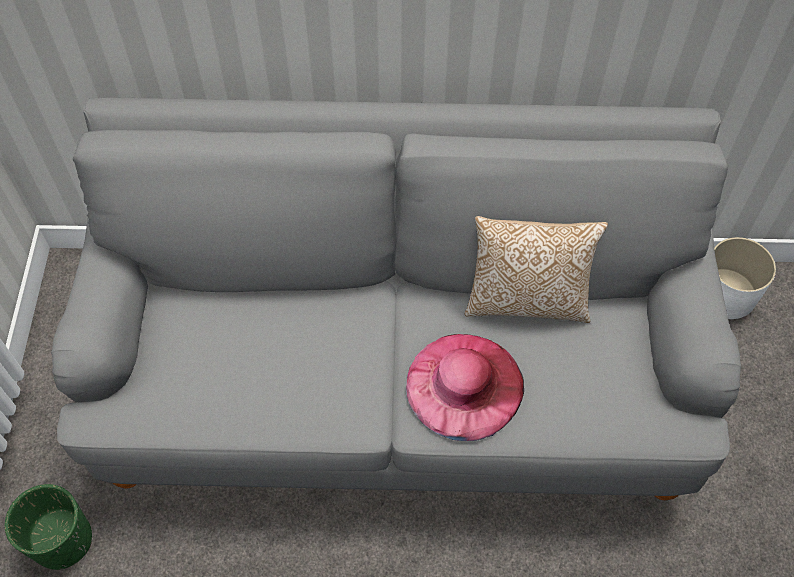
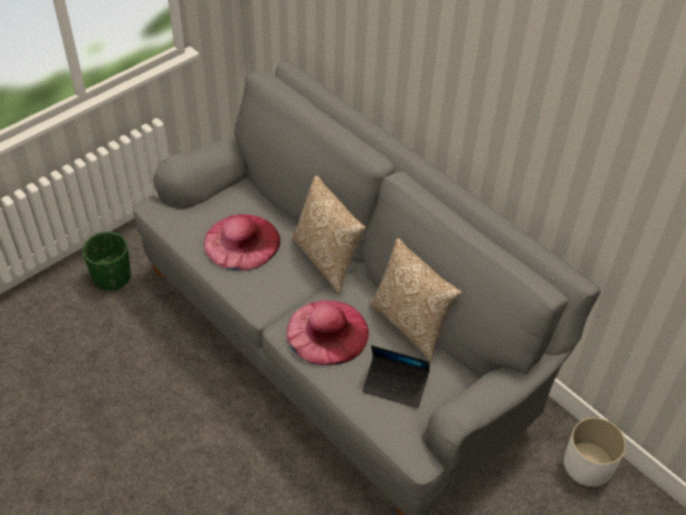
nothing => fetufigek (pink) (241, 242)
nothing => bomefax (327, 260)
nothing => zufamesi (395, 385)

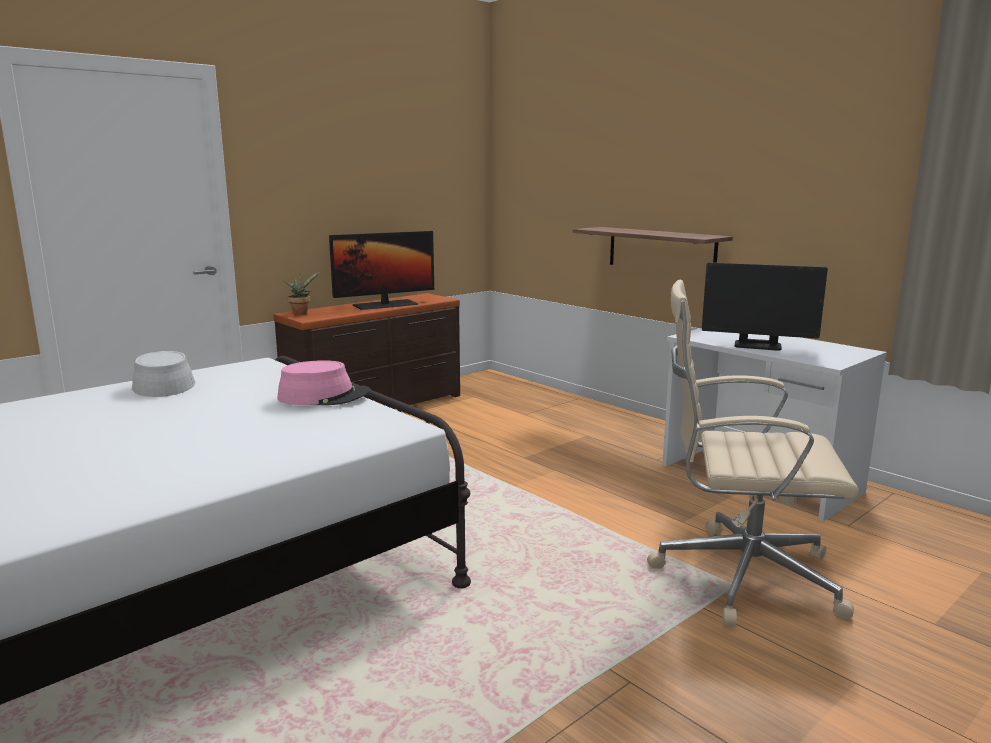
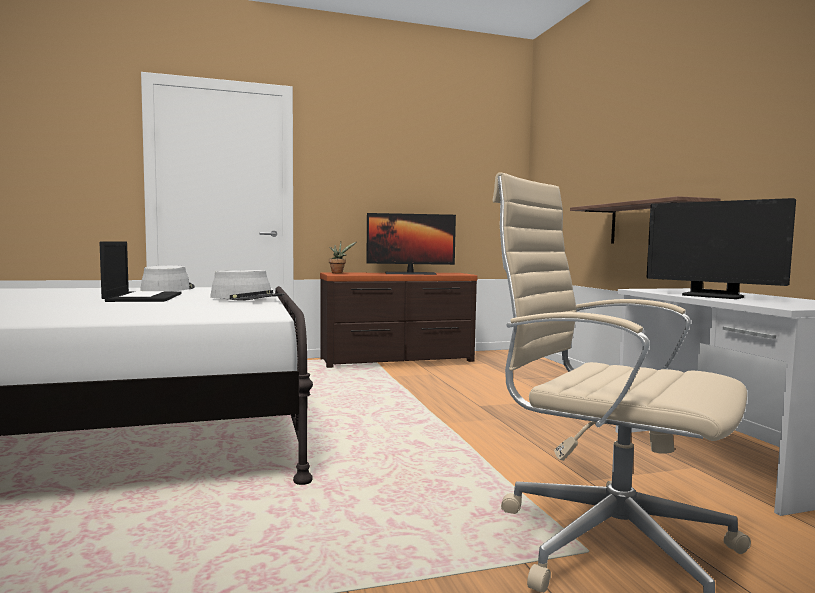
fetufigek (pink) (324, 396) => fetufigek (grey) (247, 298)
nothing => zufamesi (143, 297)

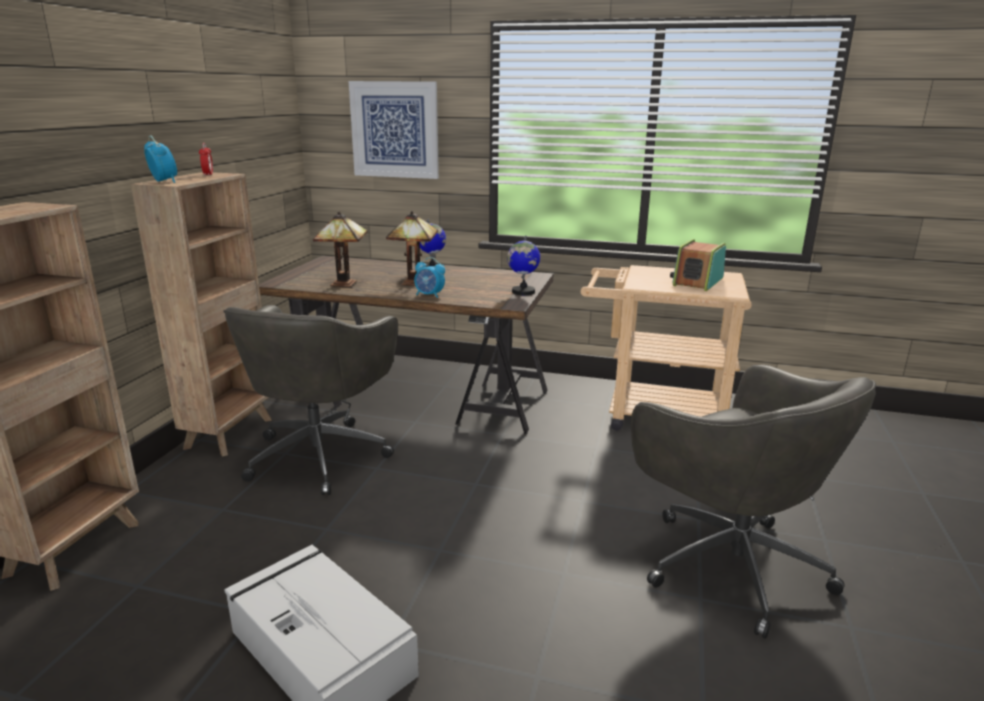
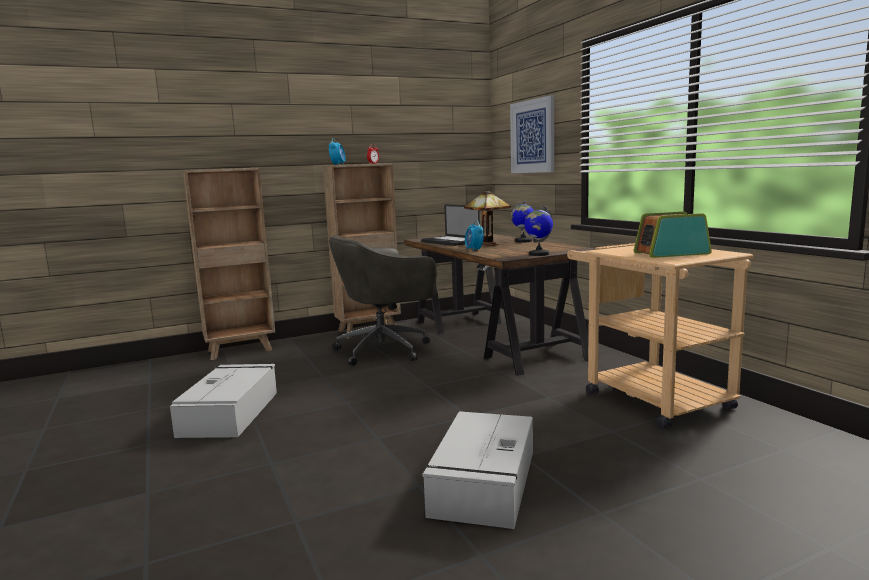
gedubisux (346, 283) => zufamesi (450, 242)
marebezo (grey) (729, 563) => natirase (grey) (483, 483)

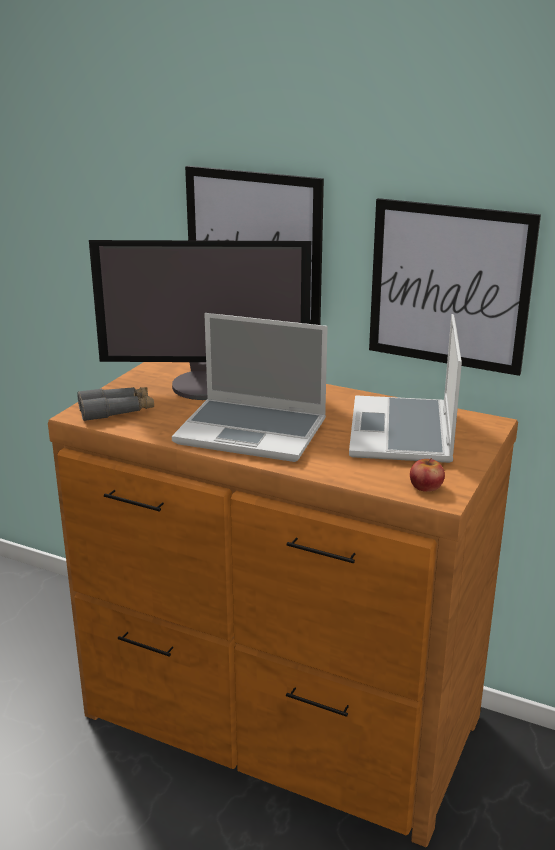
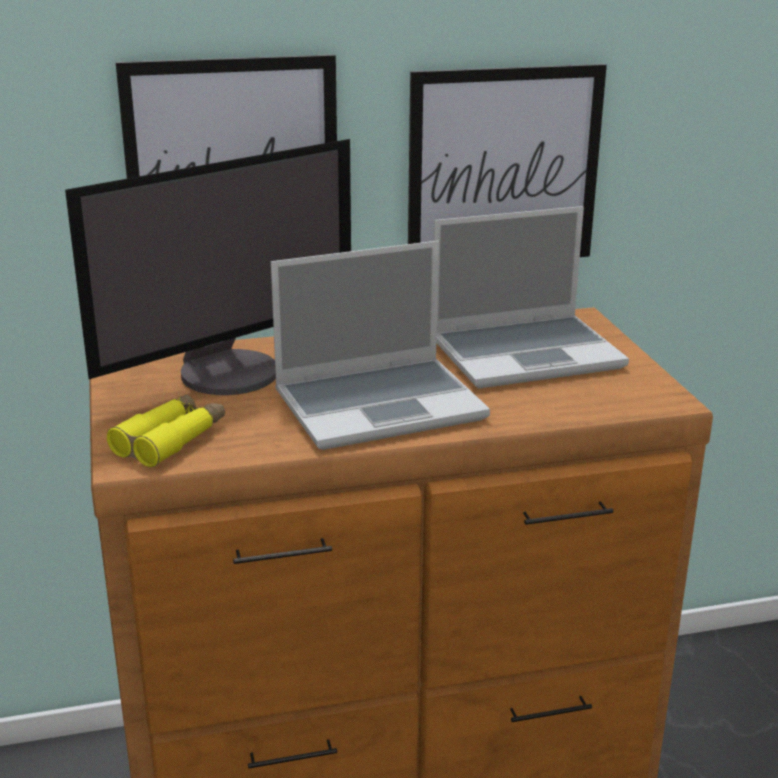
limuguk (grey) (116, 411) => limuguk (yellow) (170, 440)
zufamesi (403, 433) => zufamesi (527, 353), 75 degrees counterclockwise
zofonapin (426, 486) => nothing

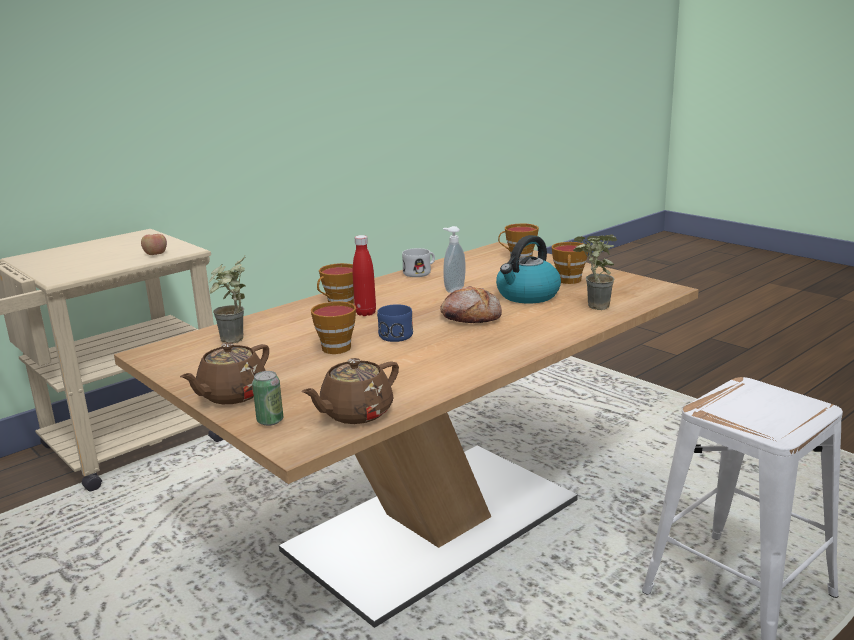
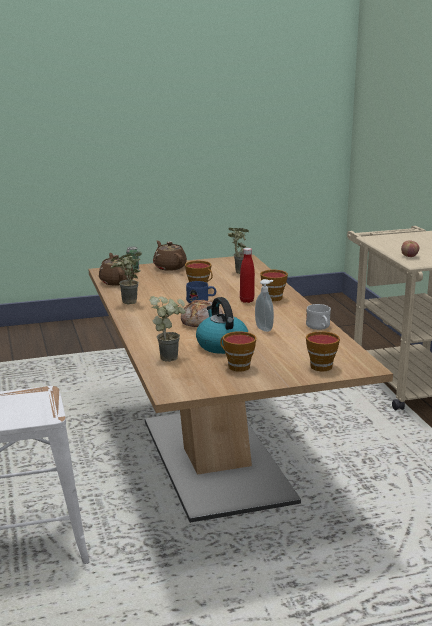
nothing => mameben (126, 303)

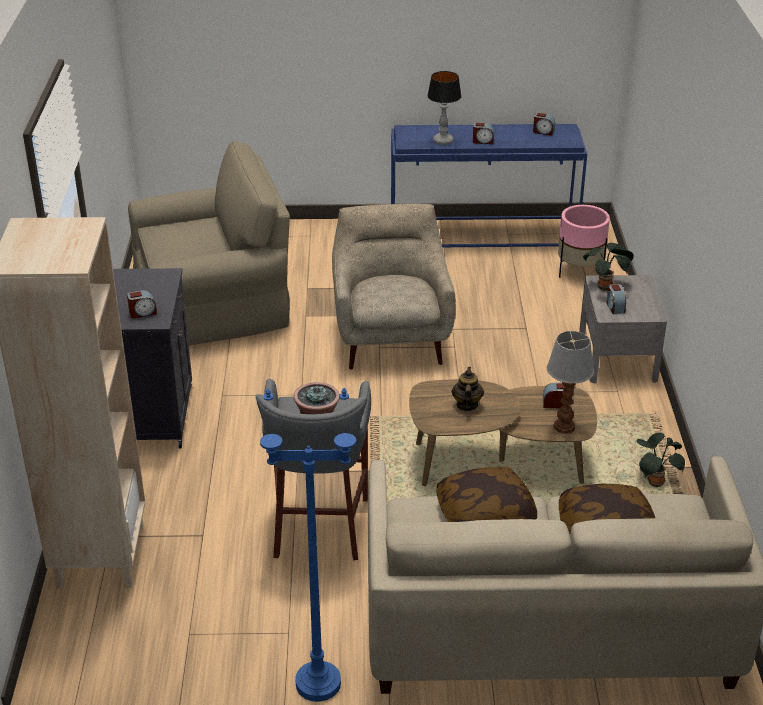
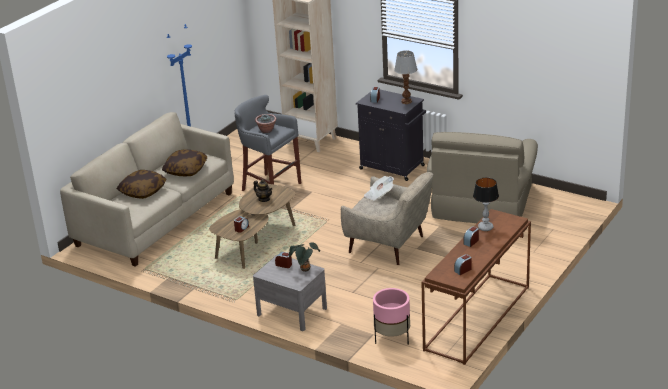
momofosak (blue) (484, 233) => momofosak (brown) (478, 319)
gedubisux (564, 426) => gedubisux (406, 102), move
mameben (654, 482) => nothing
nothing => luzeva (379, 195)

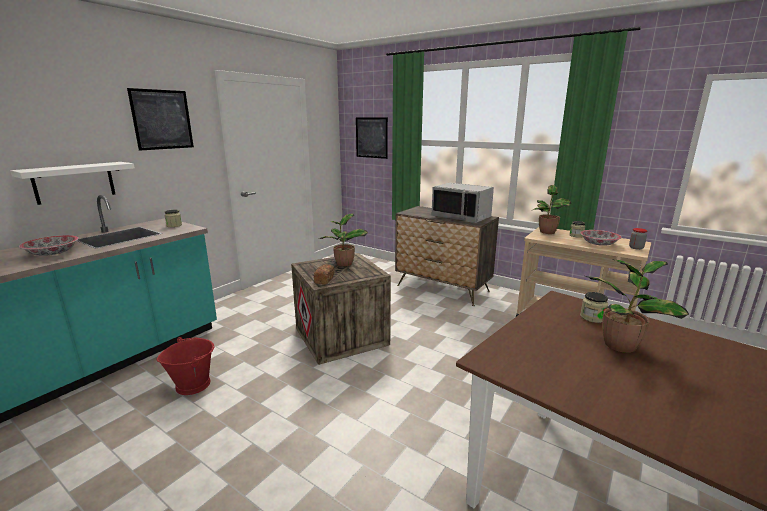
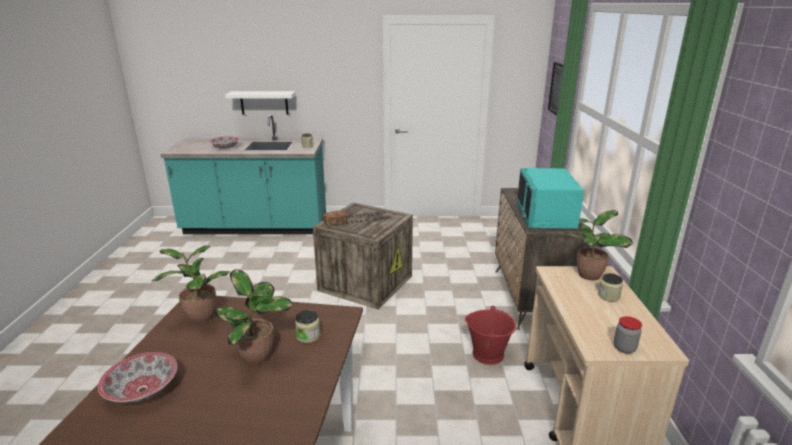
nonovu (162, 119) => nothing
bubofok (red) (193, 384) => bubofok (red) (488, 354), move
mameben (343, 264) => mameben (199, 316), move
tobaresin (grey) (461, 217) => tobaresin (turquoise) (546, 217)
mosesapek (599, 244) => mosesapek (142, 390), move

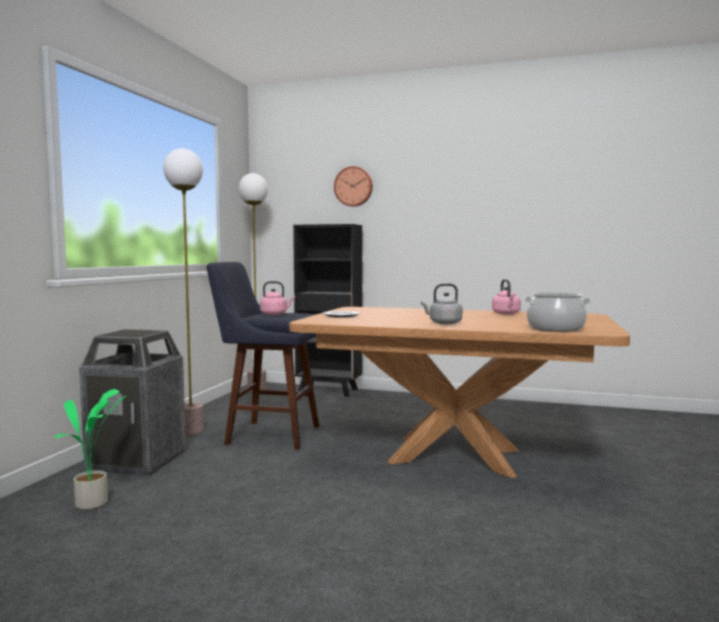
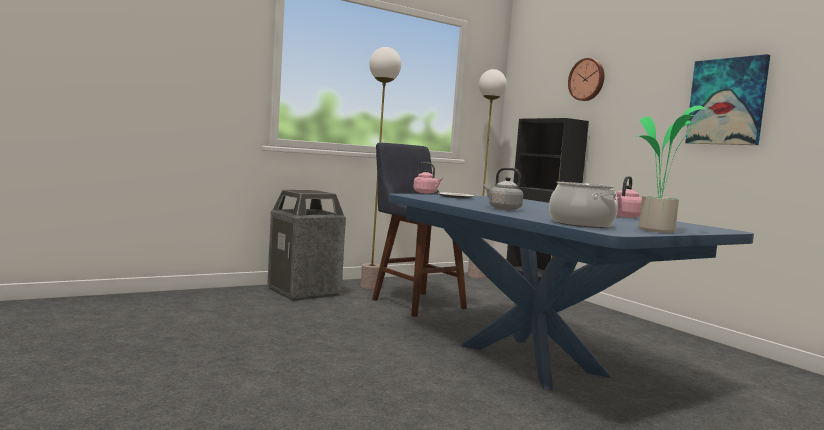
mameben (94, 504) => mameben (659, 231), move
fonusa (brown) (454, 456) => fonusa (blue) (531, 359)
nothing => nonovu (727, 101)

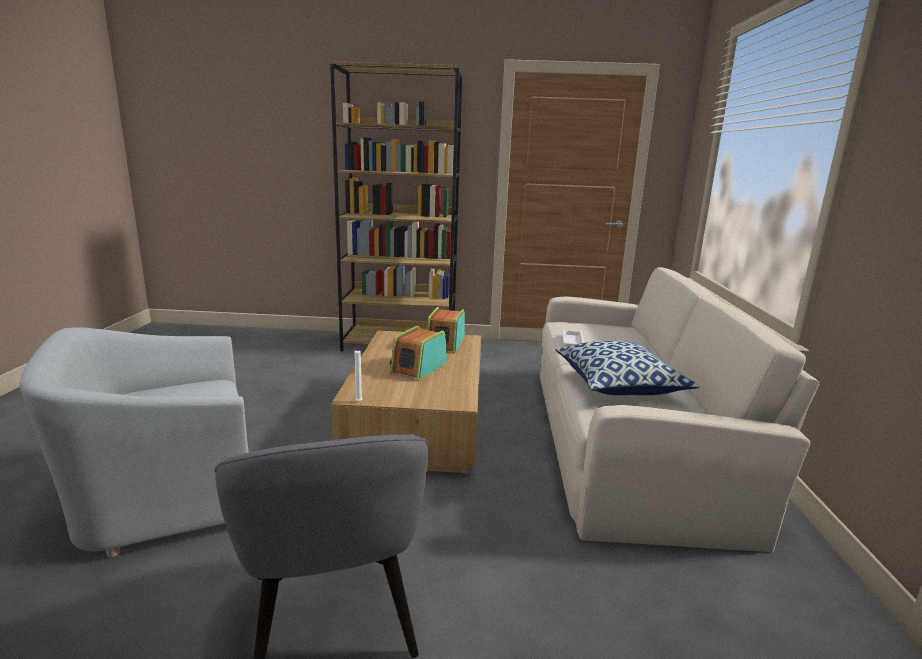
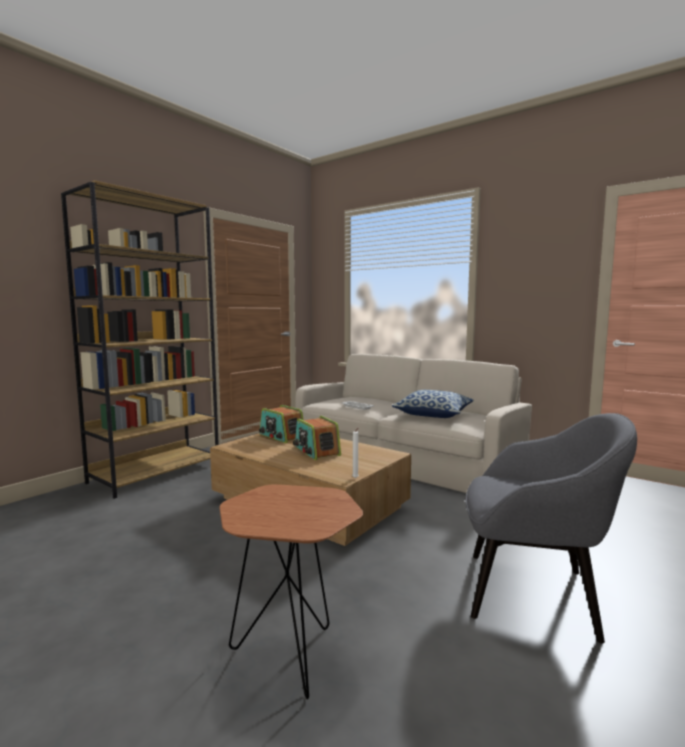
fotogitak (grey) (166, 494) => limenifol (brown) (292, 657)

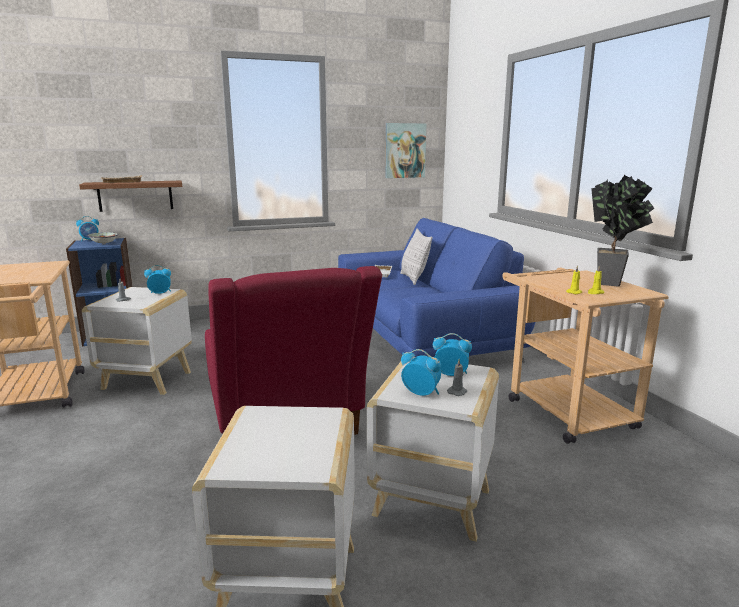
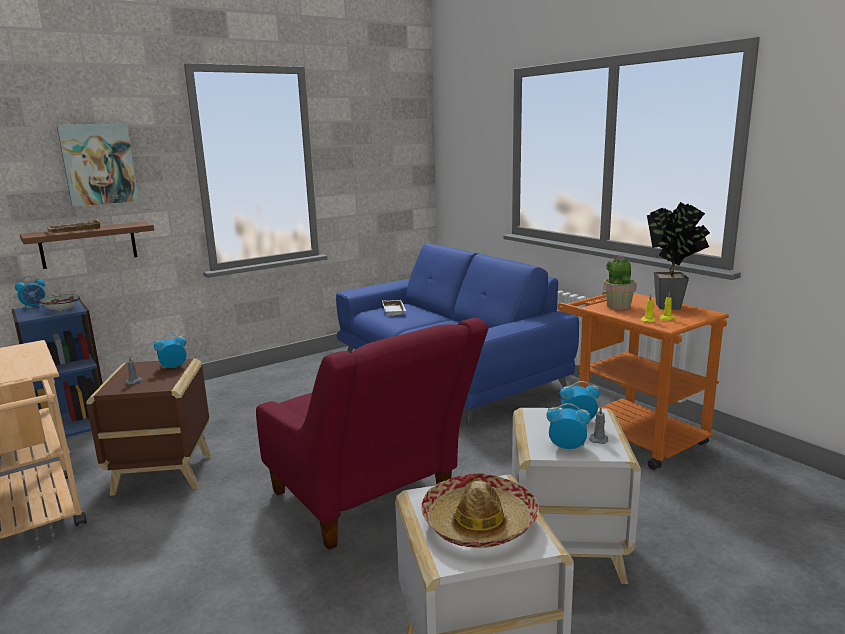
limenifol (white) (145, 380) => limenifol (brown) (161, 474)
nonovu (405, 150) => nonovu (99, 164), move
bomefax (414, 279) => nothing
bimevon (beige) (563, 409) => bimevon (orange) (630, 434)
nothing => fetufigek (479, 522)
nothing => mameben (618, 306)

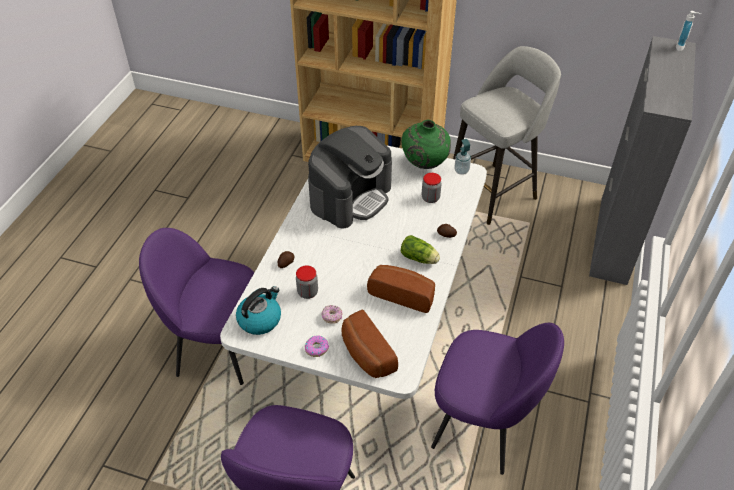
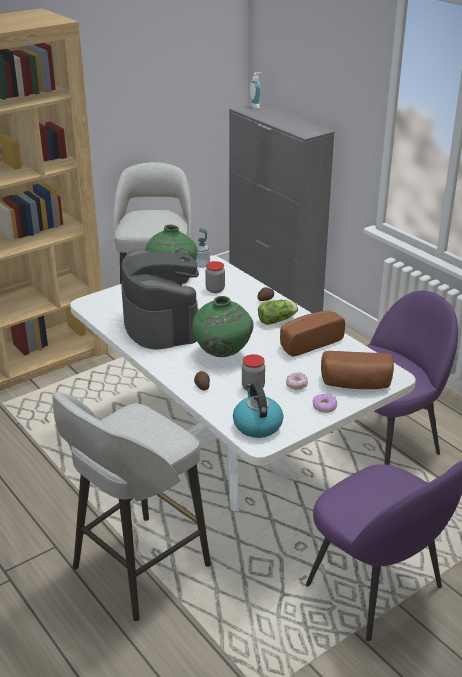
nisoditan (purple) (218, 346) => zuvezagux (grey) (138, 568)
nothing => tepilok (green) (223, 355)

